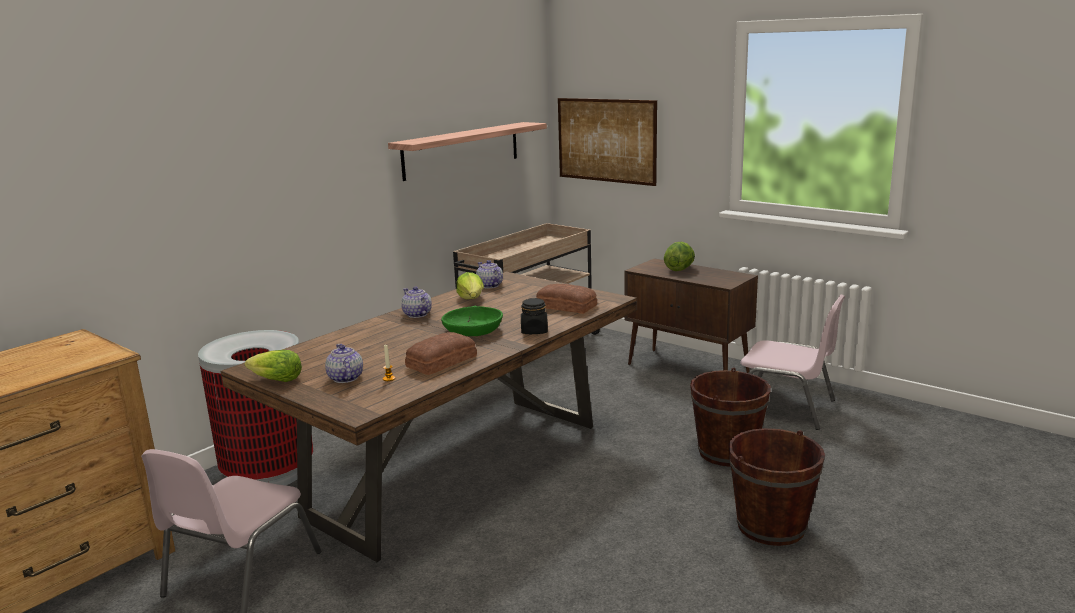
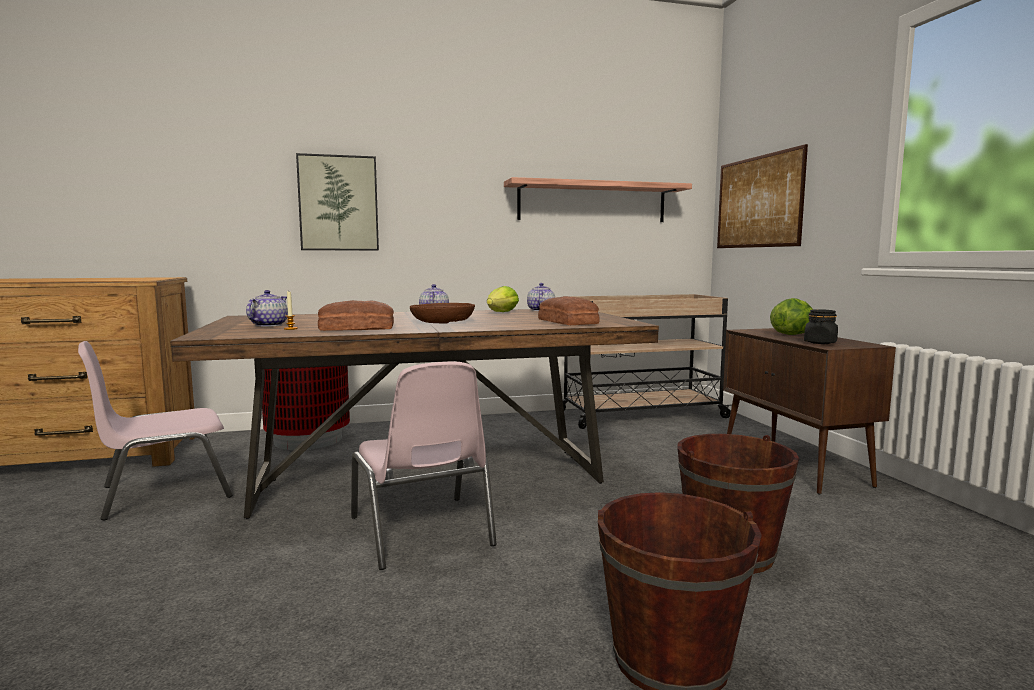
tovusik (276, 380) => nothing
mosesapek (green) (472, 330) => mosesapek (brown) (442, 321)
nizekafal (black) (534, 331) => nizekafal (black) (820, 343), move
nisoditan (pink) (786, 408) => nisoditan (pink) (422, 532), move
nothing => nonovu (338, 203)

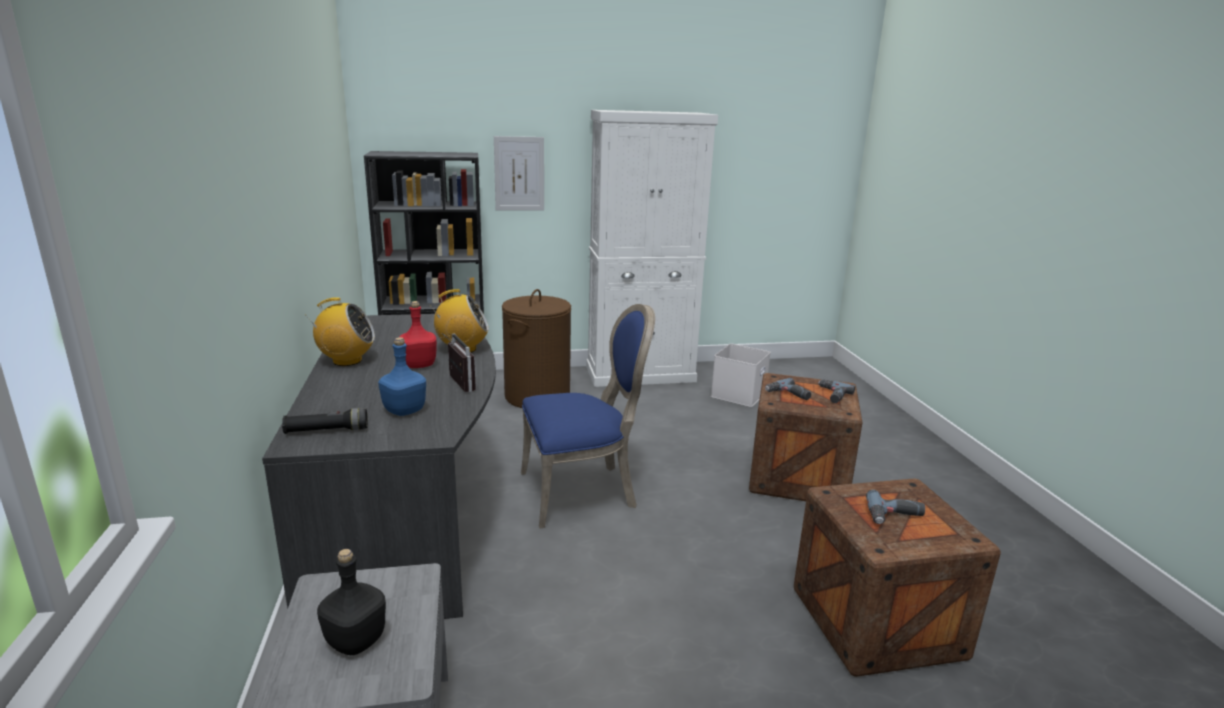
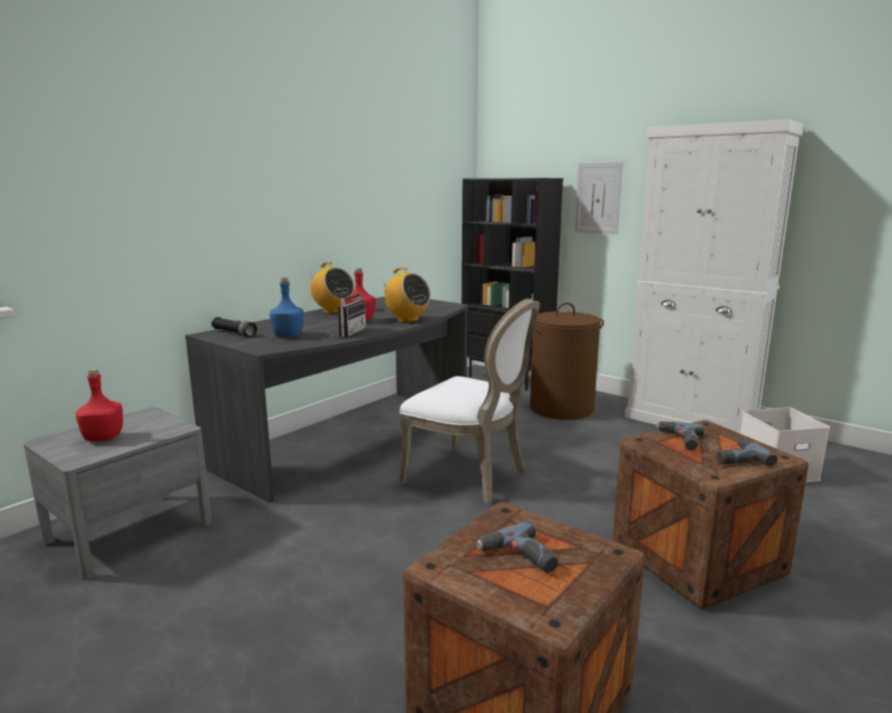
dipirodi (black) (357, 640) => dipirodi (red) (104, 438)
nisoditan (blue) (582, 491) => nisoditan (white) (471, 476)

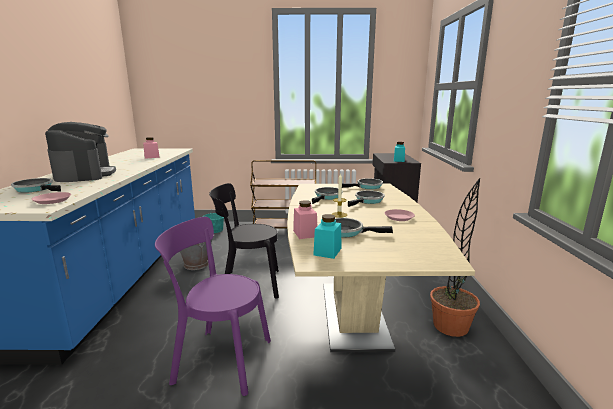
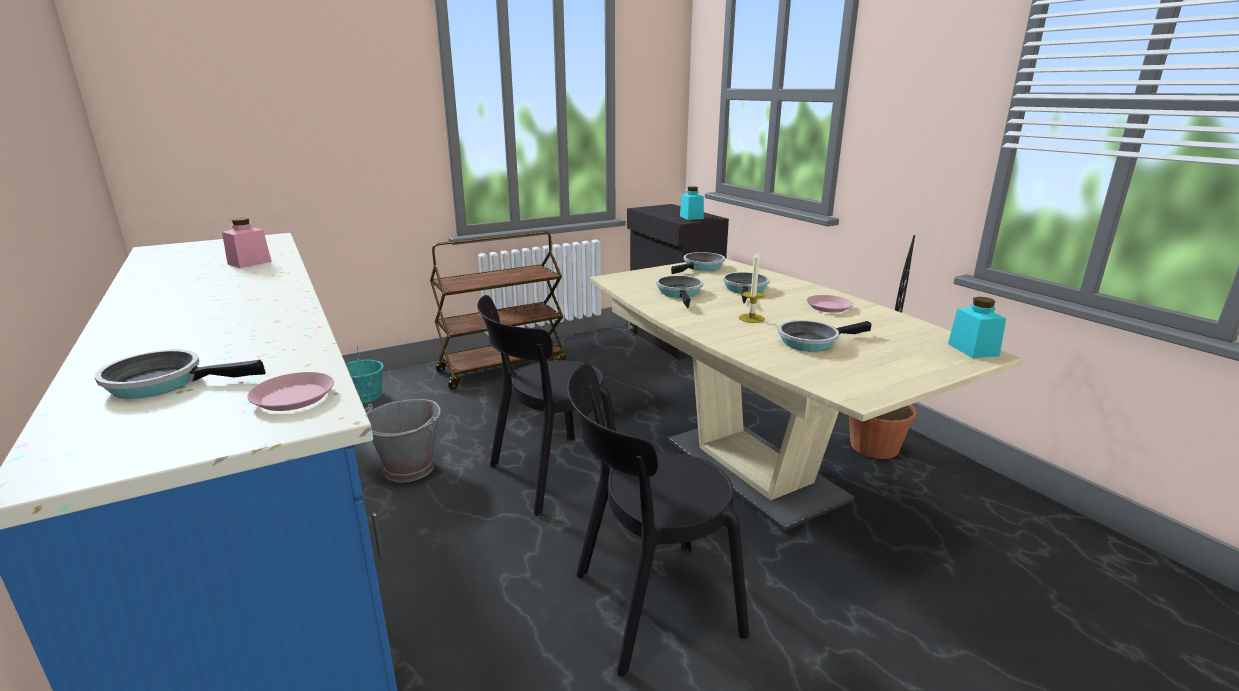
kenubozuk (85, 174) => nothing
nisoditan (purple) (219, 359) => nisoditan (black) (649, 605)
nizekafal (pink) (305, 233) => nothing
nizekafal (turquoise) (327, 251) => nizekafal (turquoise) (973, 349), move

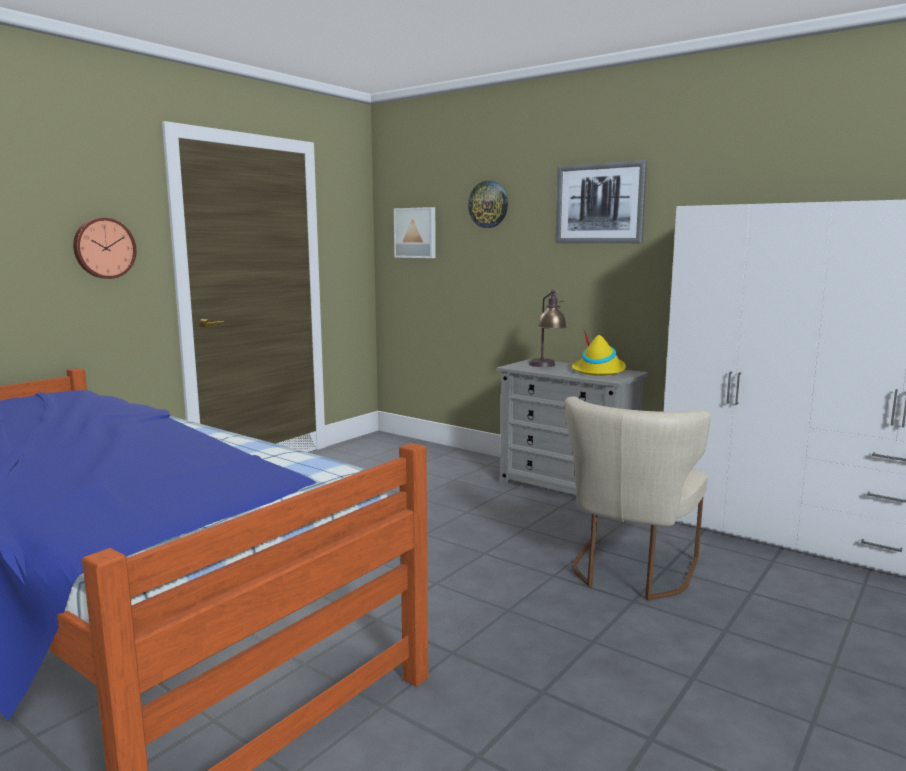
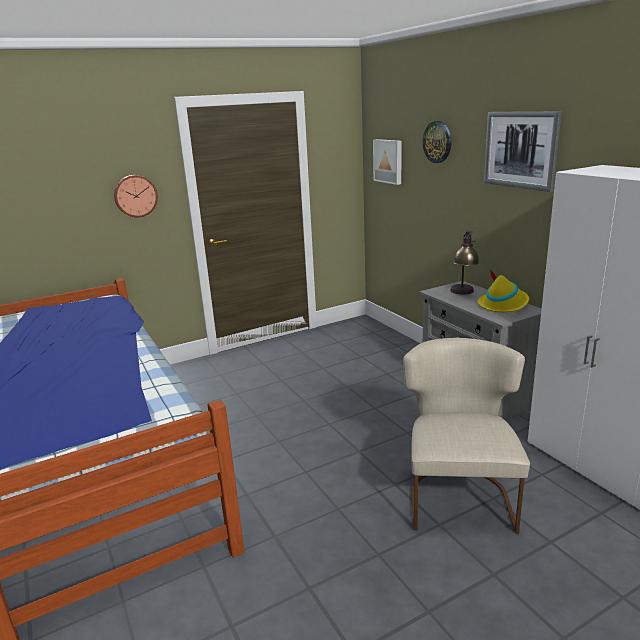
nisoditan (beige) (629, 572) => nisoditan (beige) (458, 495), 135 degrees clockwise

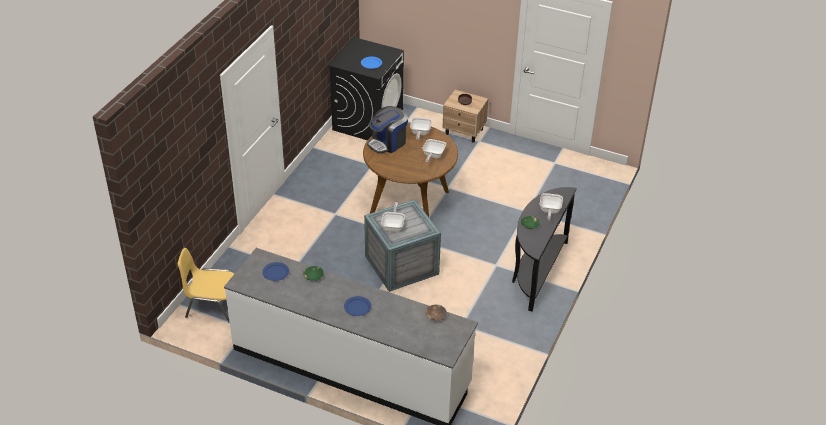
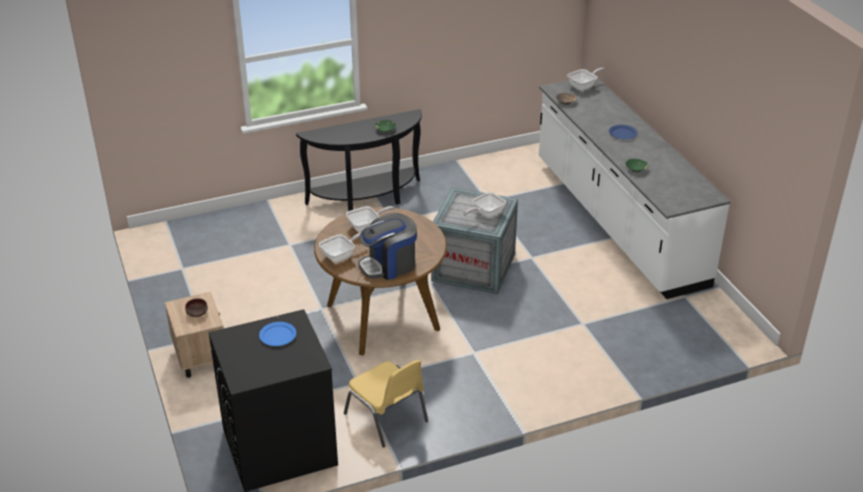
nisoditan (yellow) (212, 304) => nisoditan (yellow) (387, 418), move
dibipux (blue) (275, 272) => nothing
kenubozuk (388, 143) => kenubozuk (389, 265), 150 degrees clockwise
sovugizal (549, 211) => sovugizal (584, 86), move

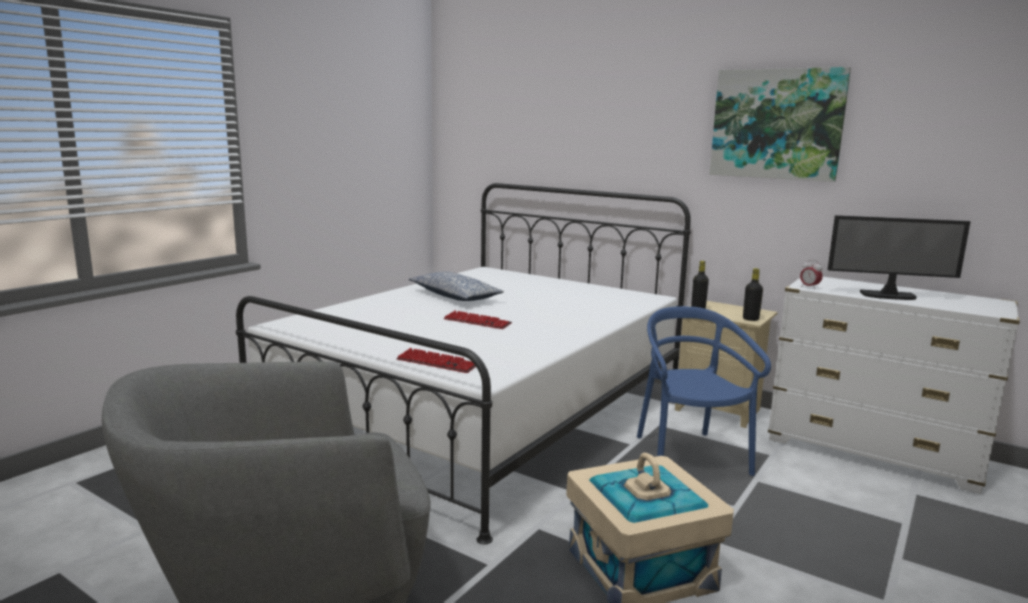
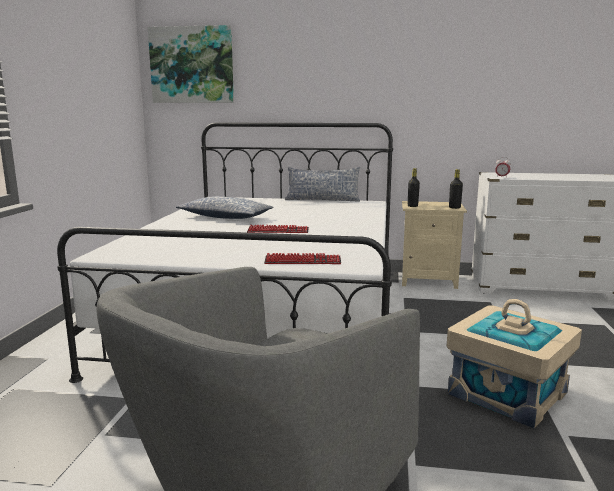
nisoditan (blue) (688, 456) => nothing
nonovu (776, 124) => nonovu (192, 65), move
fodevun (888, 296) => nothing
nothing => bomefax (322, 200)

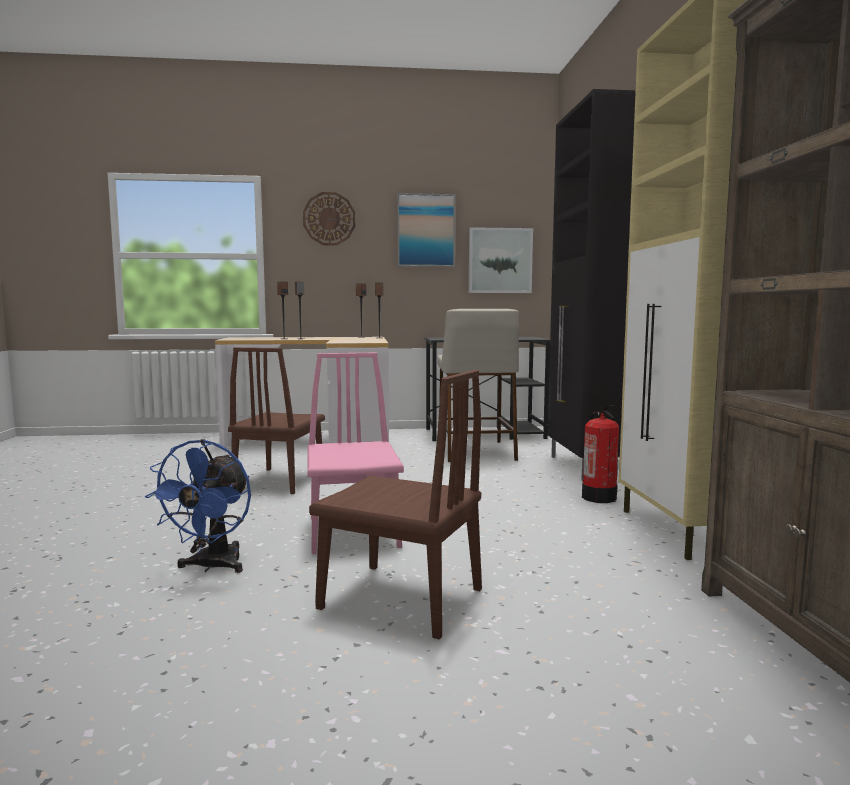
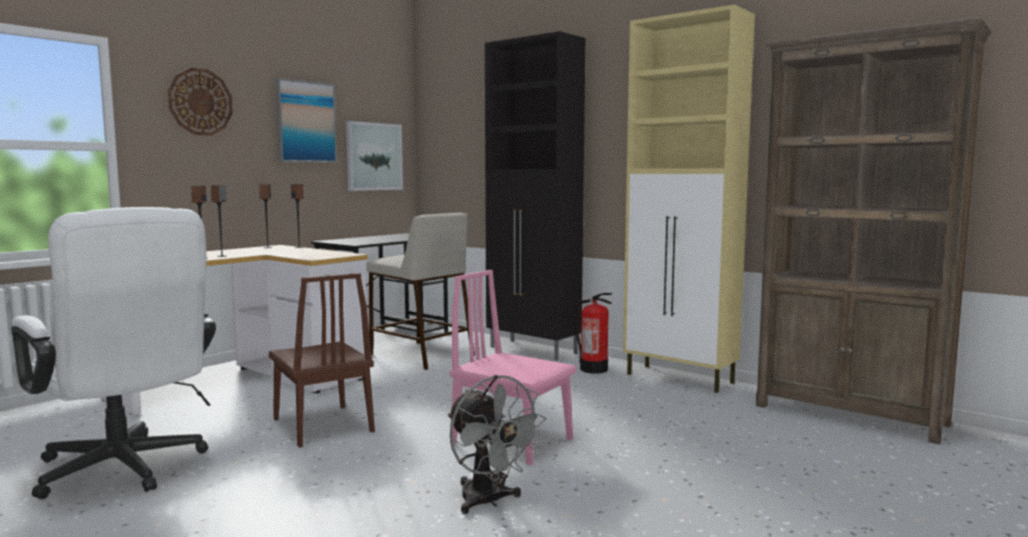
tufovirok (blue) (212, 567) => tufovirok (grey) (489, 502)
nisoditan (brown) (401, 598) => nothing
nothing => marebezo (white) (125, 471)

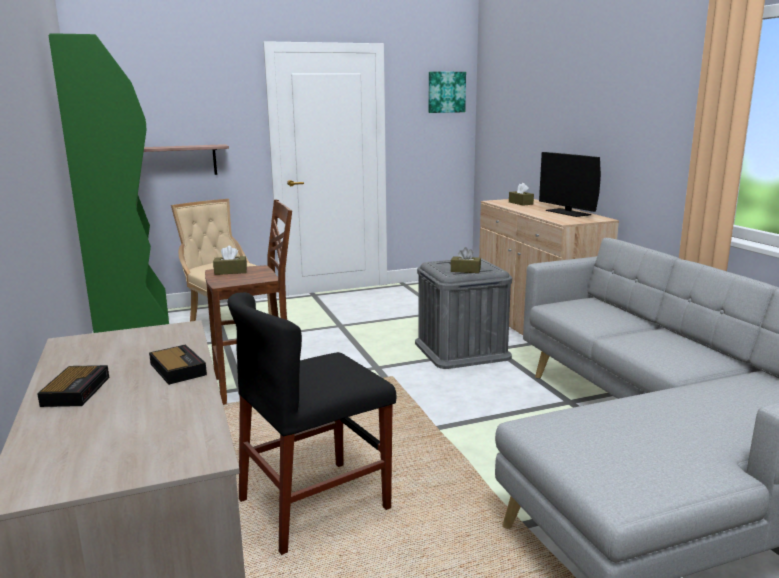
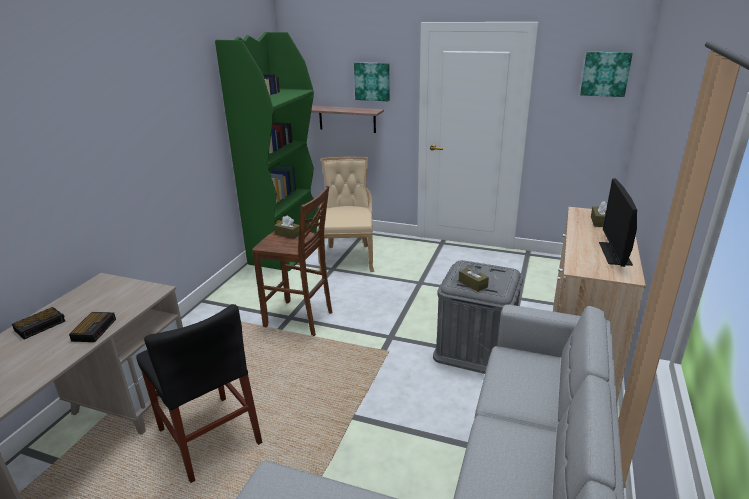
nisoditan (black) (314, 504) => nisoditan (black) (209, 436), 135 degrees counterclockwise
nothing => nonovu (372, 81)

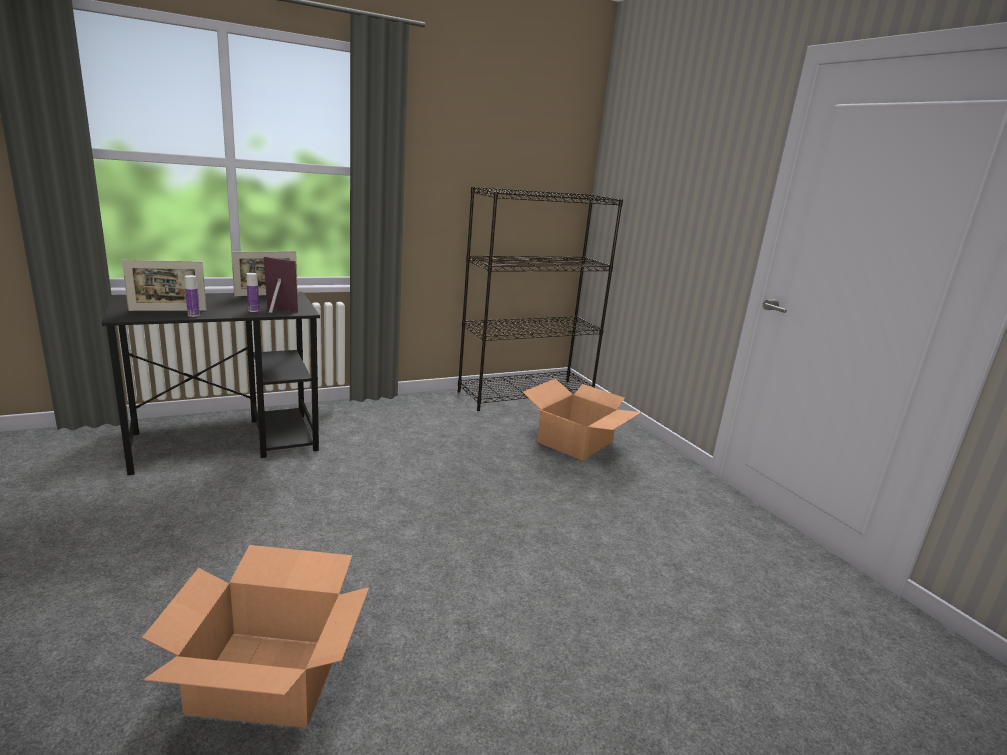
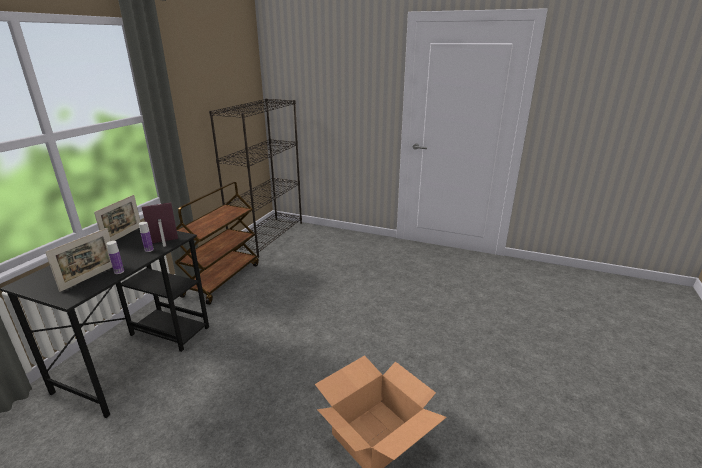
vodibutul (576, 442) => nothing
nothing => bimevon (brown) (222, 279)

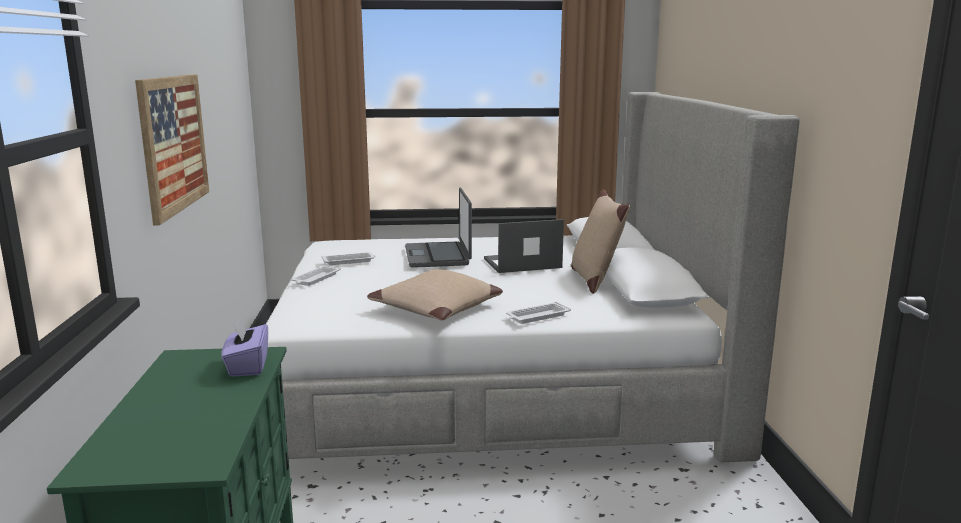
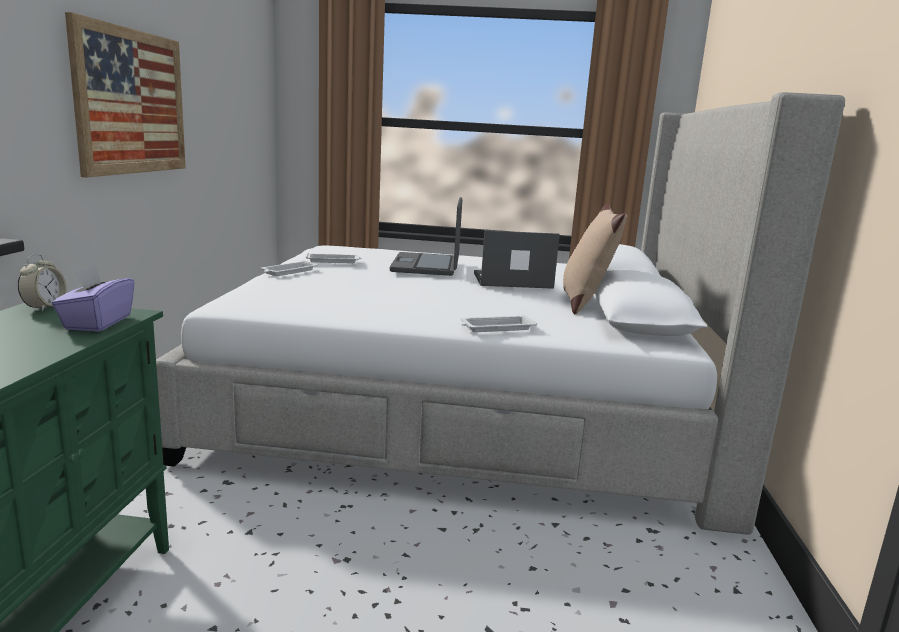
bomefax (beige) (437, 308) => nothing
nothing => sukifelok (45, 307)

